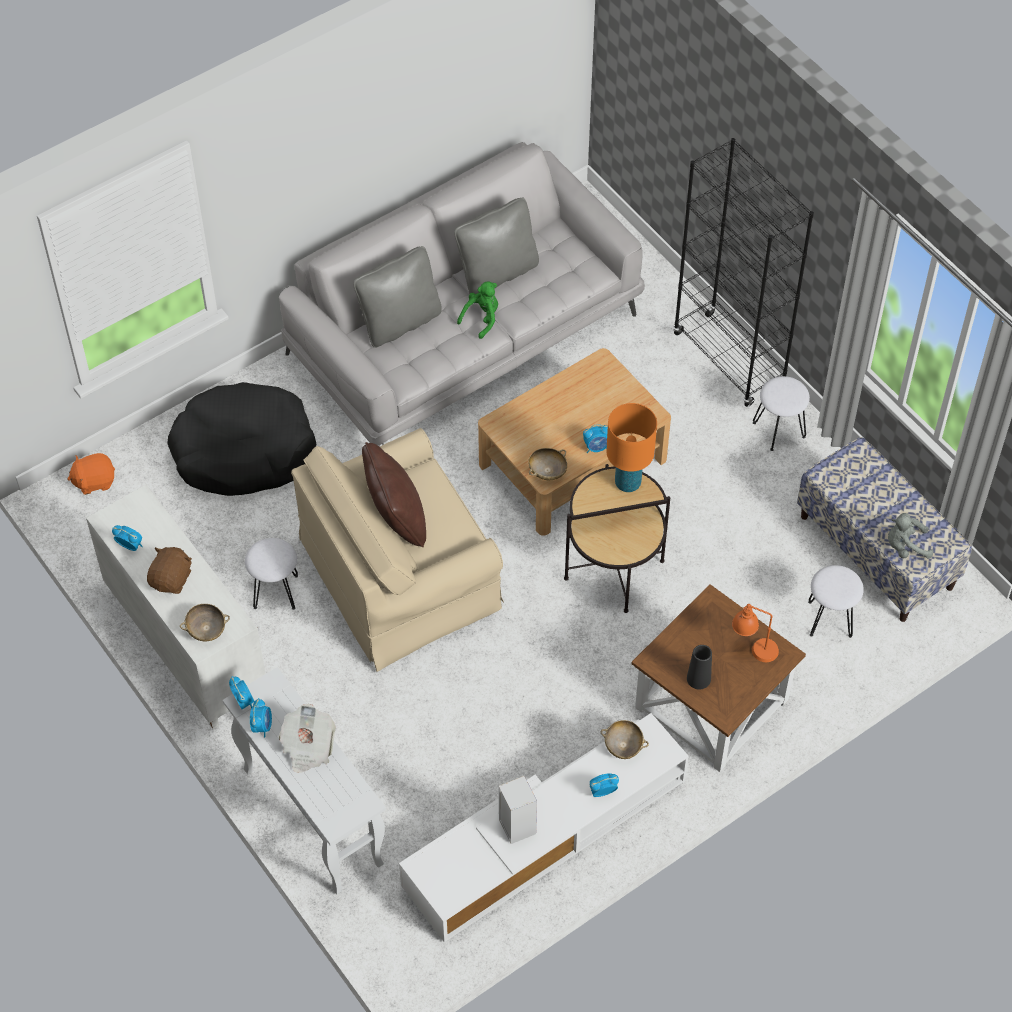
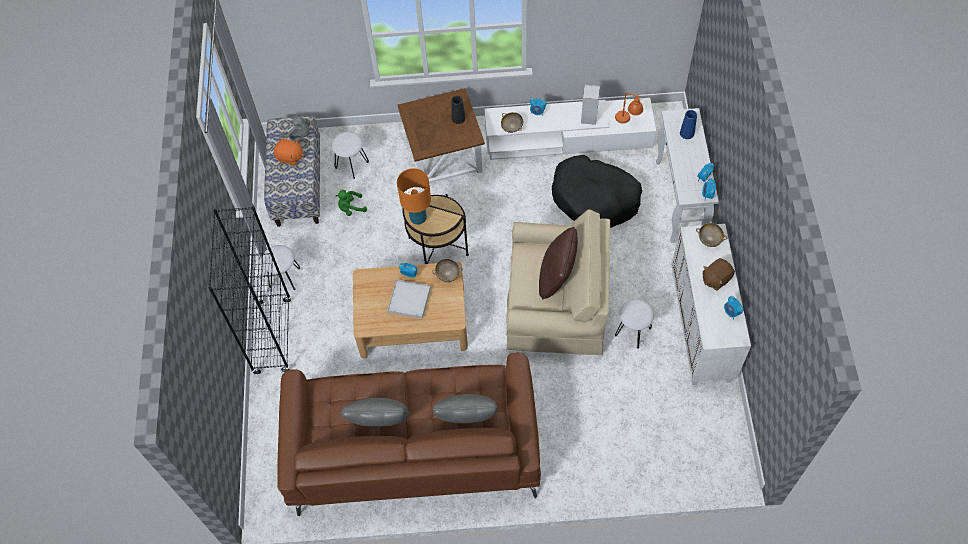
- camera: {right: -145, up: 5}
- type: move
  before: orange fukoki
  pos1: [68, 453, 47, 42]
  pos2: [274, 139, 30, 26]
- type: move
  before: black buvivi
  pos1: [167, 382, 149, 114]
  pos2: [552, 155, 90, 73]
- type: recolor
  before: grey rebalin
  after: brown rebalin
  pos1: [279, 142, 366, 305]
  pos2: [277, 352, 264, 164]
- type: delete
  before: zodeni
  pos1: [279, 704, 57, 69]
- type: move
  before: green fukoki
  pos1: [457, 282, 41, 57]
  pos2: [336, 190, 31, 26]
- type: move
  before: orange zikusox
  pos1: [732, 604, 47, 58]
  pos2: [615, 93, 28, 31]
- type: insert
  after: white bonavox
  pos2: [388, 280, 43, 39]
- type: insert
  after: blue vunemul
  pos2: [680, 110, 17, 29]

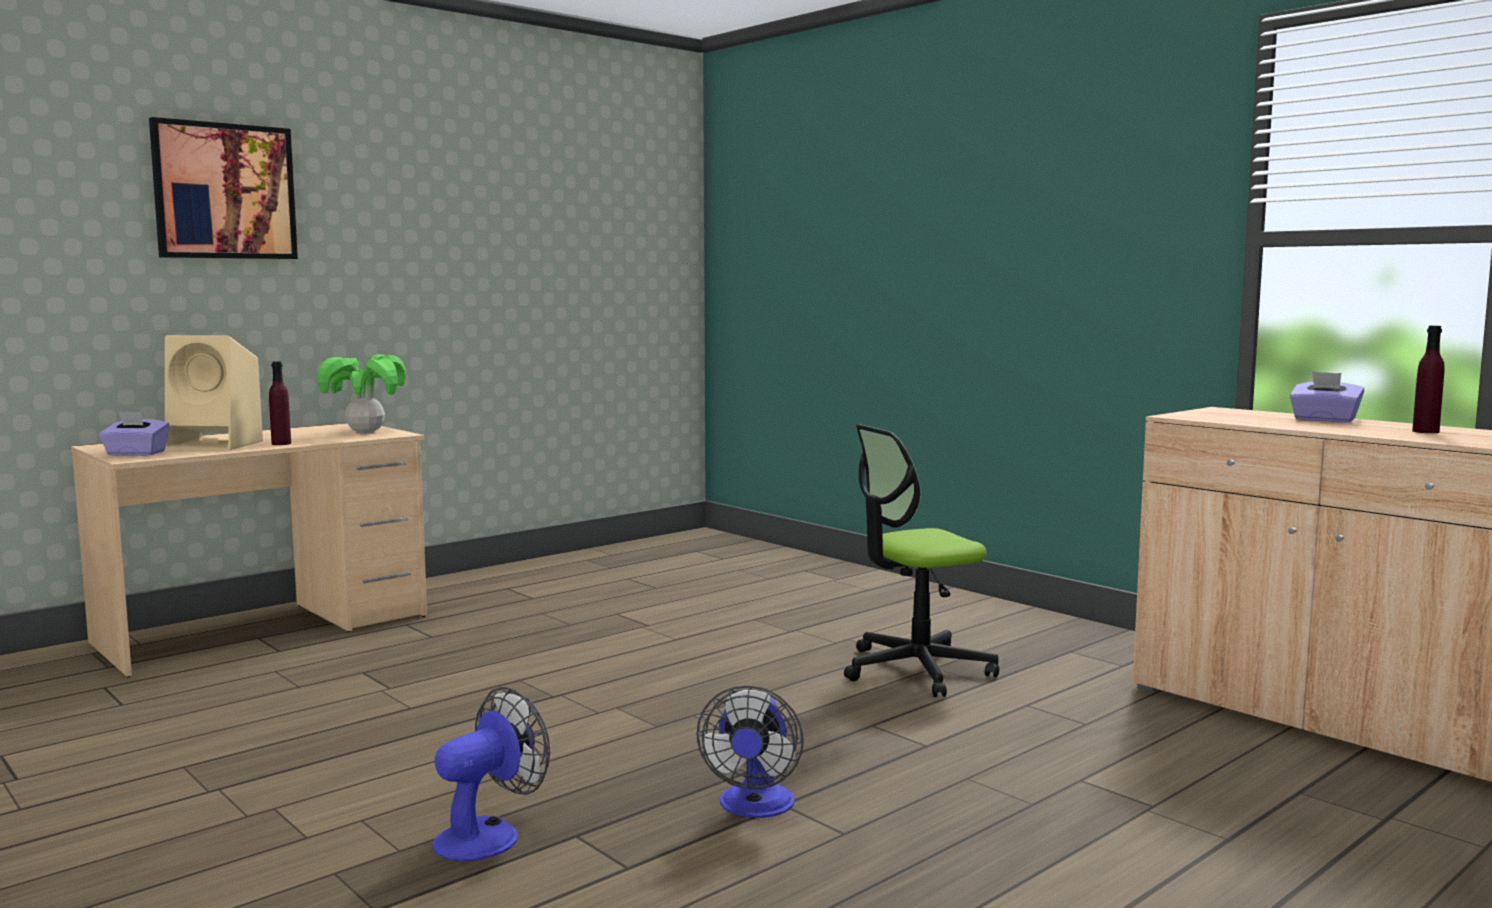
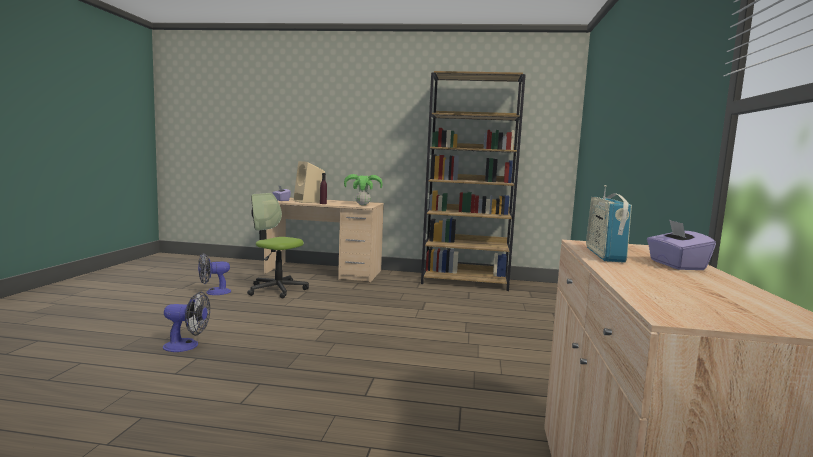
- camera: {right: 50, up: 0}
- type: delete
  before: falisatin
  pos1: [149, 117, 149, 142]
- type: move
  before: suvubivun
  pos1: [697, 686, 107, 132]
  pos2: [198, 253, 33, 42]
- type: move
  before: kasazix
  pos1: [844, 424, 155, 273]
  pos2: [247, 193, 62, 105]
- type: delete
  before: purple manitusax
  pos1: [1412, 326, 33, 107]
- type: insert
  after: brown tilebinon
  pos2: [421, 71, 105, 220]
- type: insert
  after: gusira
  pos2: [586, 185, 46, 78]

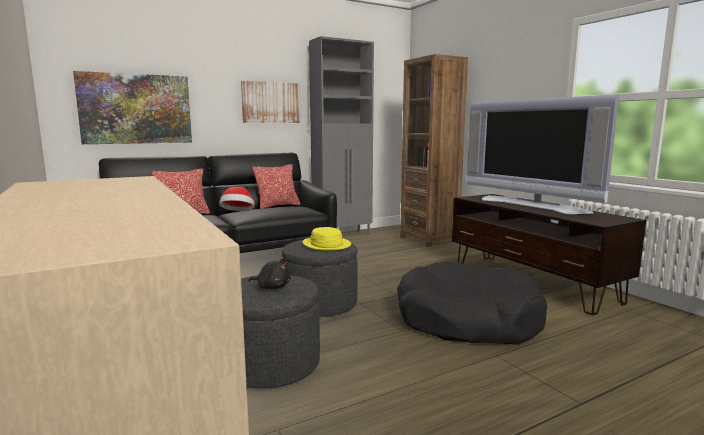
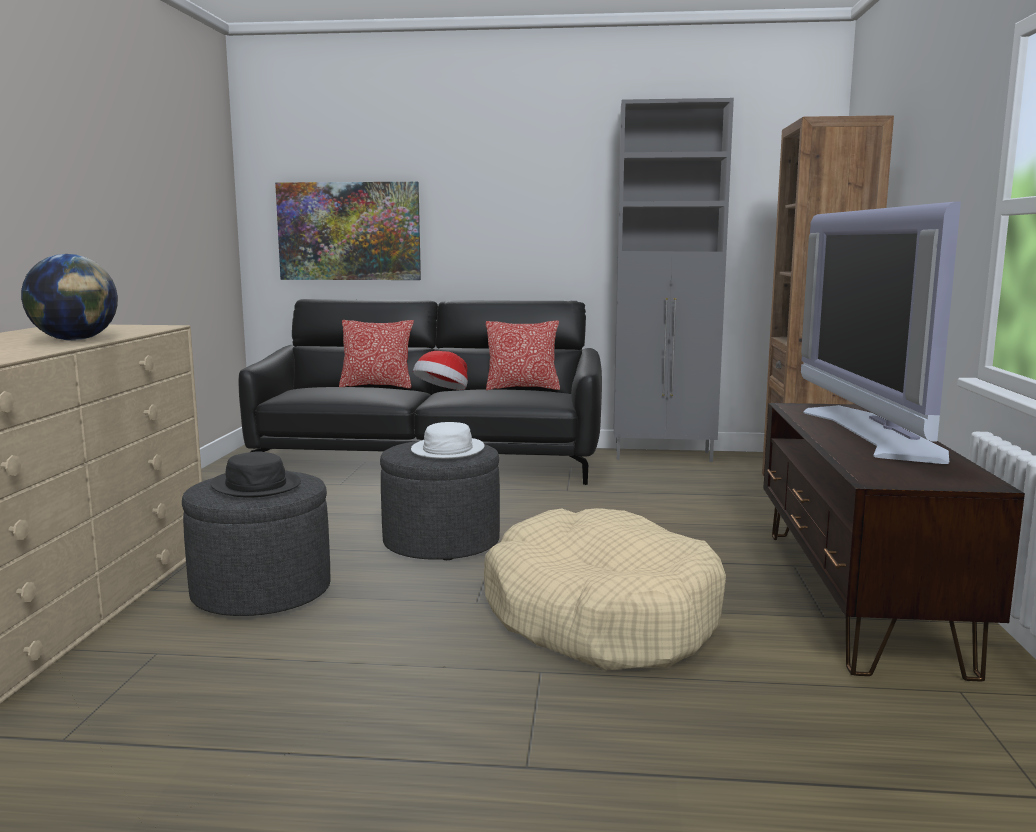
- camera: {right: 35, up: 0}
- type: delete
  before: falisatin
  pos1: [241, 81, 59, 42]
- type: replace
  before: black fukoki
  after: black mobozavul
  pos1: [249, 258, 41, 31]
  pos2: [210, 451, 91, 47]
- type: recolor
  before: yellow mobozavul
  after: white mobozavul
  pos1: [303, 227, 48, 24]
  pos2: [411, 422, 74, 37]
- type: recolor
  before: black buvivi
  after: beige buvivi
  pos1: [397, 261, 150, 84]
  pos2: [484, 508, 242, 163]
- type: insert
  after: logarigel
  pos2: [21, 254, 97, 87]

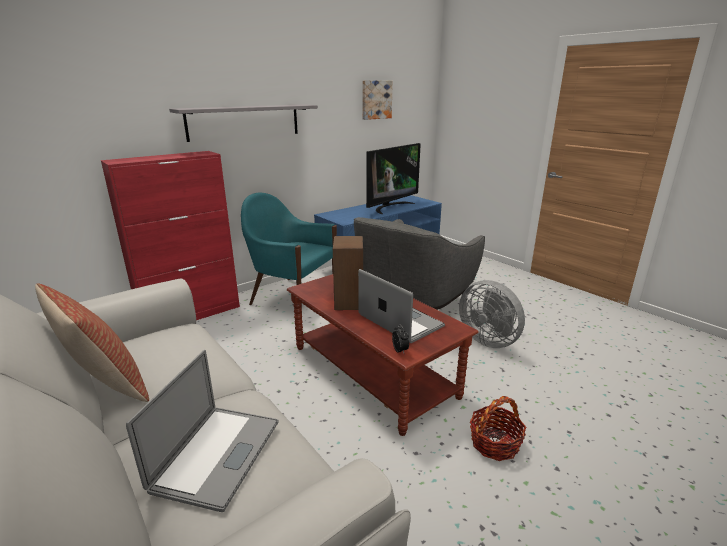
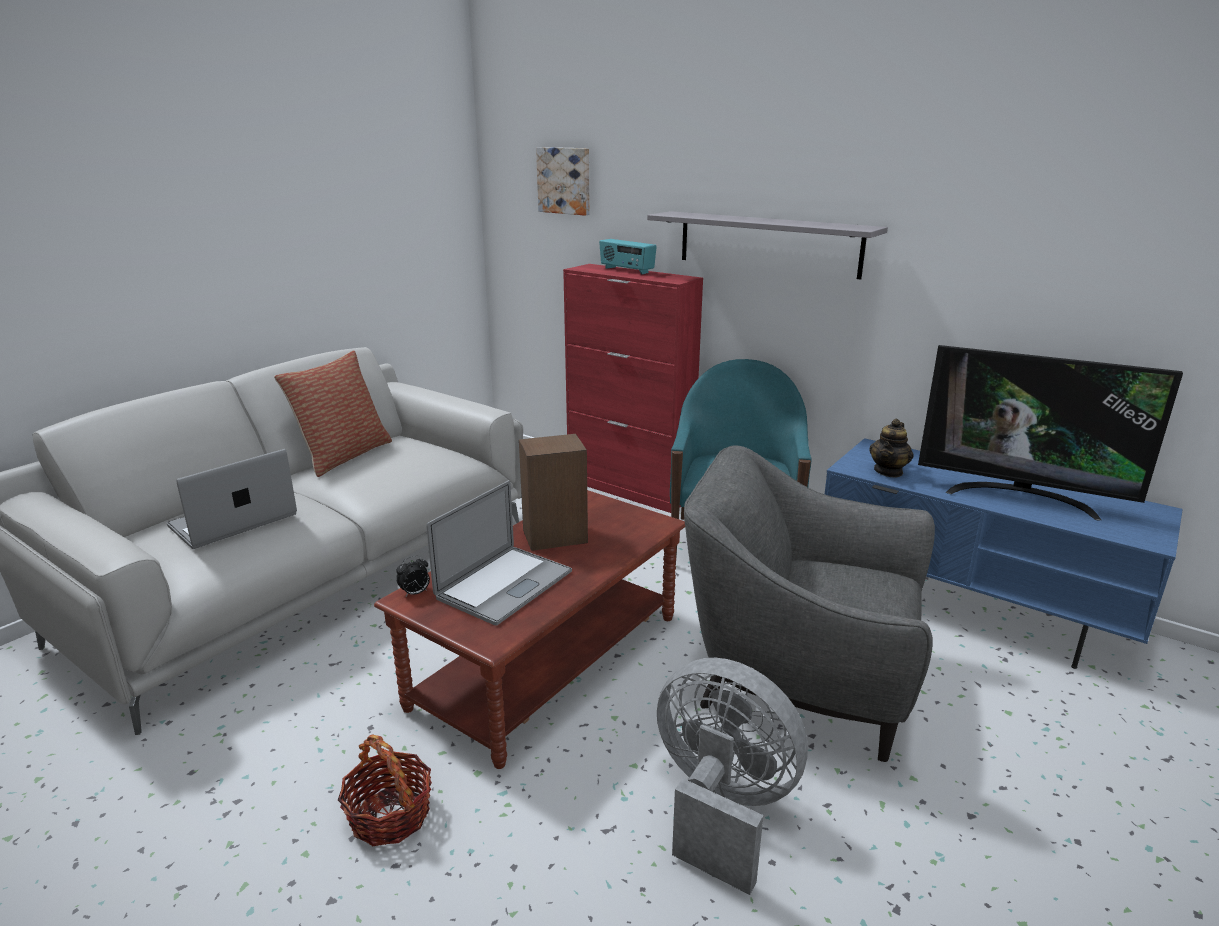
- camera: {right: 75, up: 0}
- type: rotate
  before: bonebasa
  pos1: [126, 350, 153, 162]
  pos2: [166, 449, 131, 100]
  turn: 135
- type: move
  before: falisatin
  pos1: [363, 80, 30, 40]
  pos2: [536, 147, 54, 69]
- type: rotate
  before: grey suvubivun
  pos1: [459, 280, 66, 68]
  pos2: [657, 658, 151, 237]
  turn: 90
- type: insert
  after: gusira
  pos2: [599, 239, 58, 35]
- type: insert
  after: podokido
  pos2: [869, 419, 45, 59]

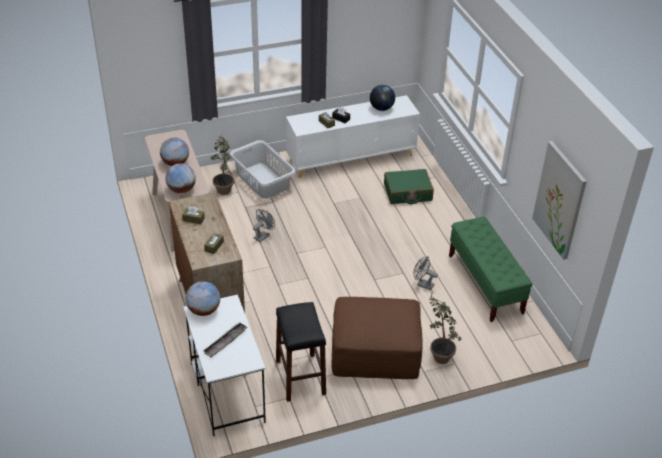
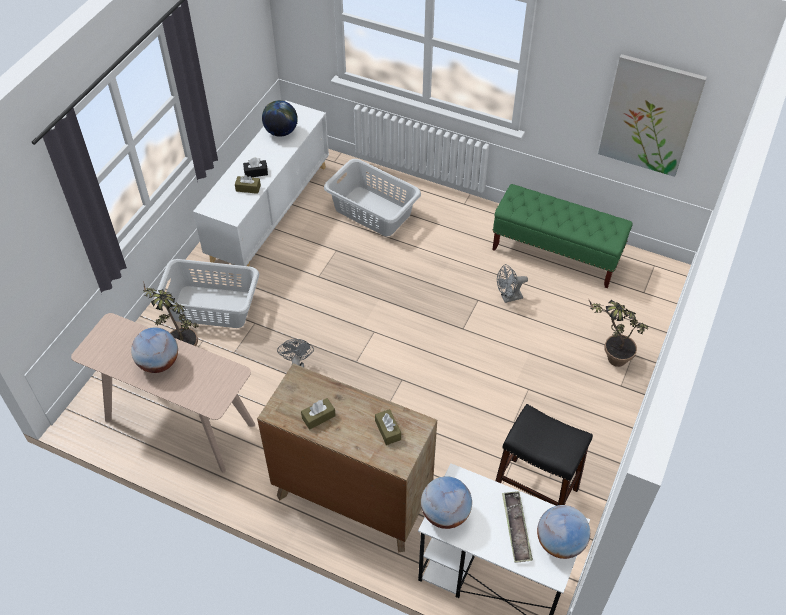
- camera: {right: -45, up: 10}
- type: move
  before: logarigel
  pos1: [165, 163, 31, 30]
  pos2: [537, 505, 53, 54]
- type: delete
  before: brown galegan
  pos1: [331, 297, 92, 82]
- type: replace
  before: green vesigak
  after: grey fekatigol
  pos1: [384, 169, 50, 35]
  pos2: [324, 159, 97, 77]

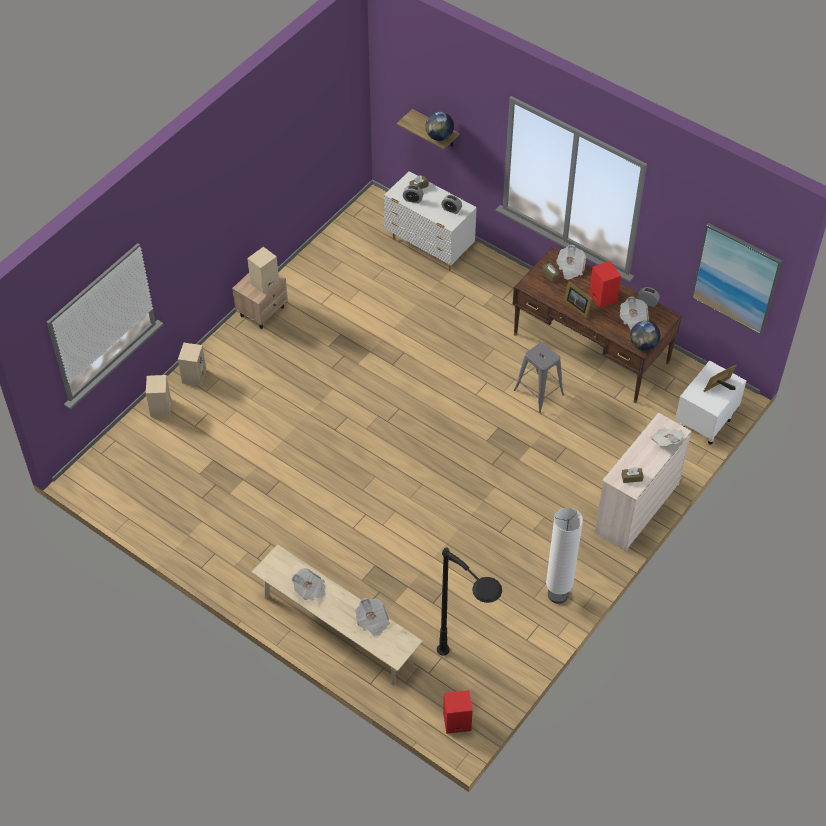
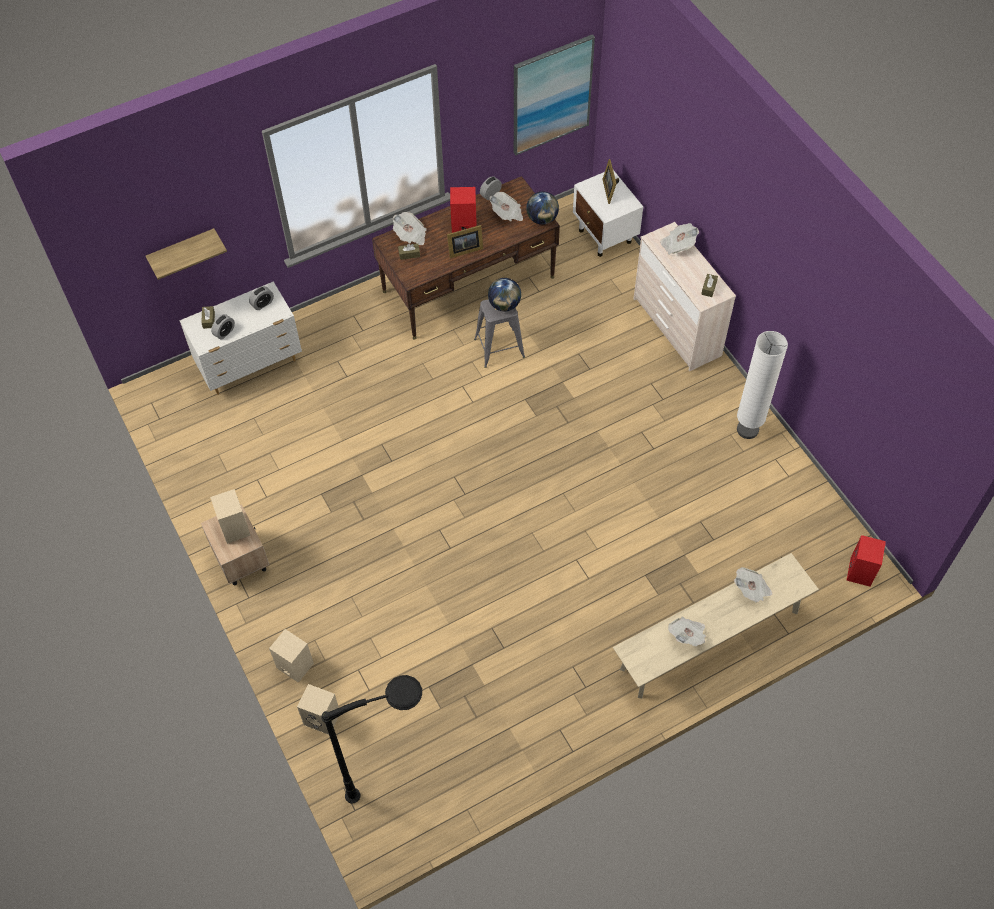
- camera: {right: -65, up: 5}
- type: move
  before: logarigel
  pos1: [425, 112, 29, 29]
  pos2: [488, 278, 33, 33]
- type: move
  before: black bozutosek
  pos1: [437, 547, 65, 109]
  pos2: [321, 675, 101, 129]

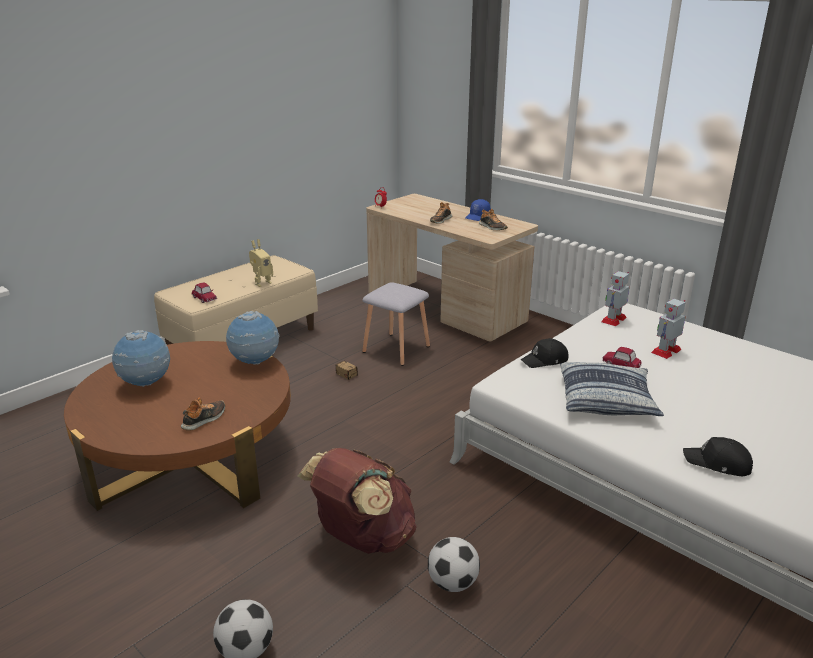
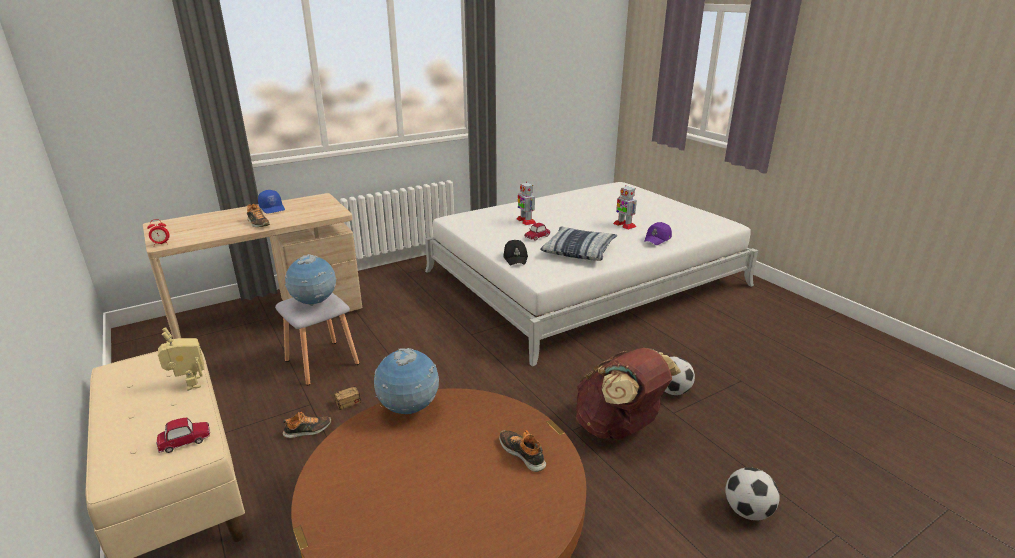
- camera: {right: -75, up: 0}
- type: move
  before: logarigel
  pos1: [112, 330, 58, 57]
  pos2: [285, 254, 51, 52]
- type: move
  before: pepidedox
  pos1: [479, 209, 29, 21]
  pos2: [283, 412, 48, 26]
- type: move
  before: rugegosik
  pos1: [601, 271, 28, 55]
  pos2: [613, 185, 24, 45]
- type: recolor
  before: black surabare
  after: purple surabare
  pos1: [683, 437, 70, 39]
  pos2: [644, 222, 28, 23]

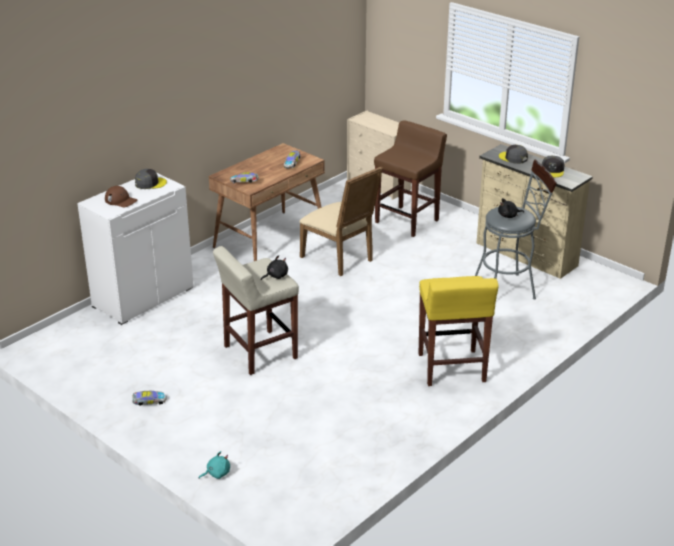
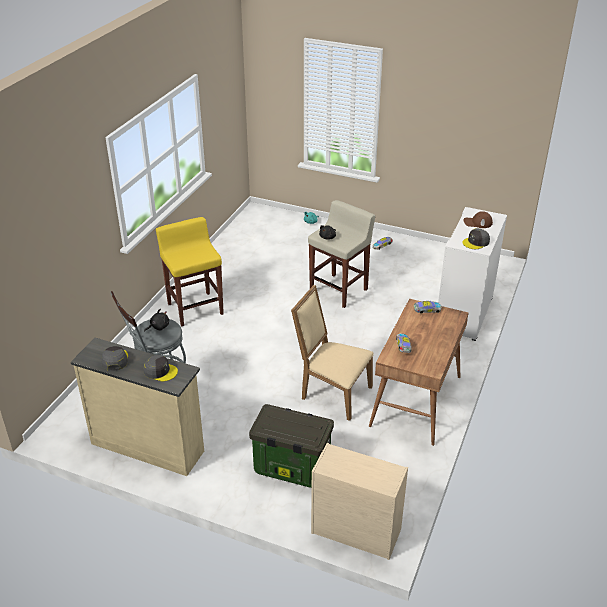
- camera: {right: 160, up: 5}
- type: replace
  before: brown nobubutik
  after: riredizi
  pos1: [374, 120, 73, 117]
  pos2: [249, 404, 85, 84]

